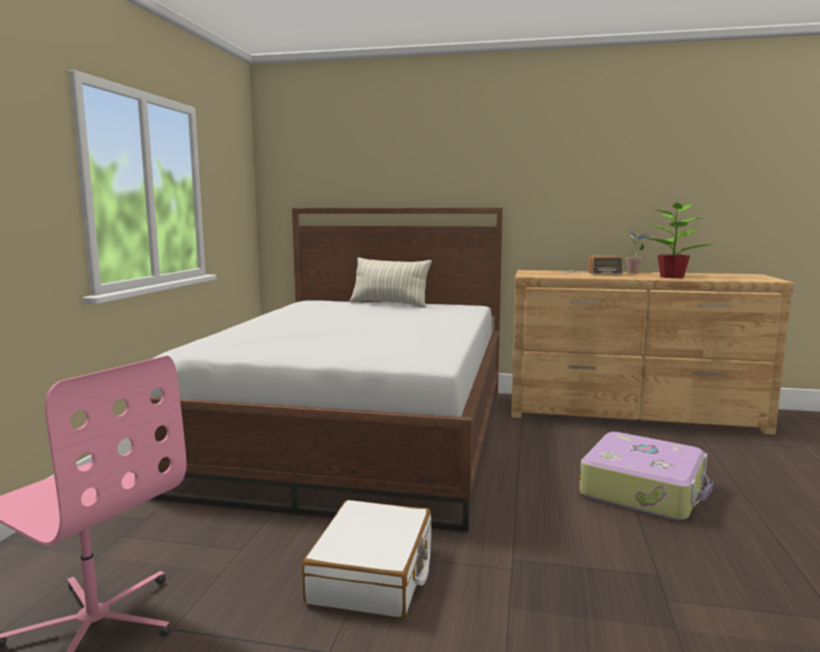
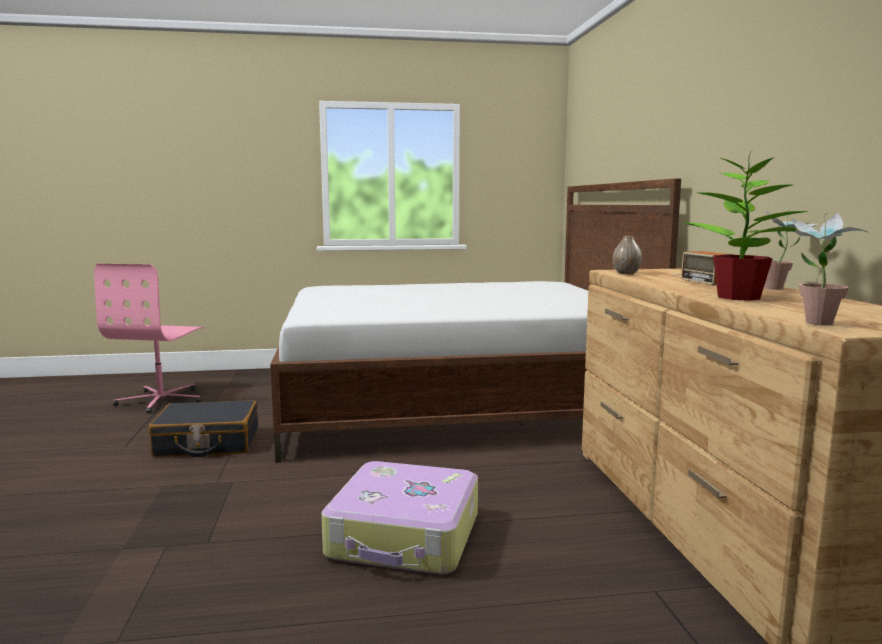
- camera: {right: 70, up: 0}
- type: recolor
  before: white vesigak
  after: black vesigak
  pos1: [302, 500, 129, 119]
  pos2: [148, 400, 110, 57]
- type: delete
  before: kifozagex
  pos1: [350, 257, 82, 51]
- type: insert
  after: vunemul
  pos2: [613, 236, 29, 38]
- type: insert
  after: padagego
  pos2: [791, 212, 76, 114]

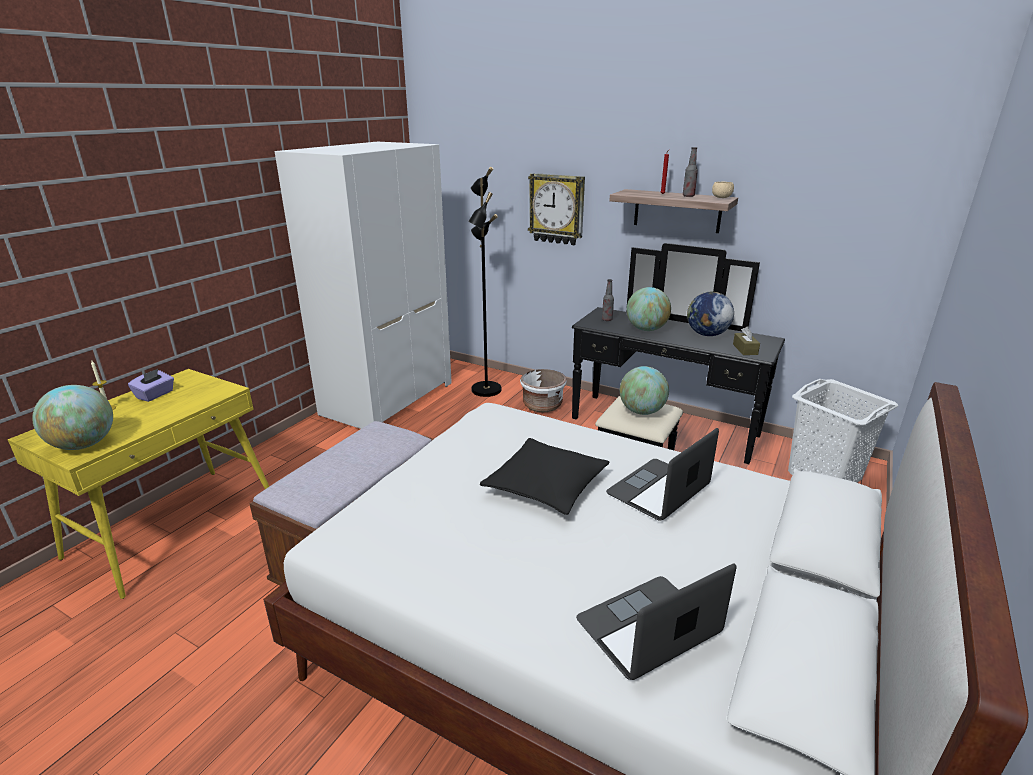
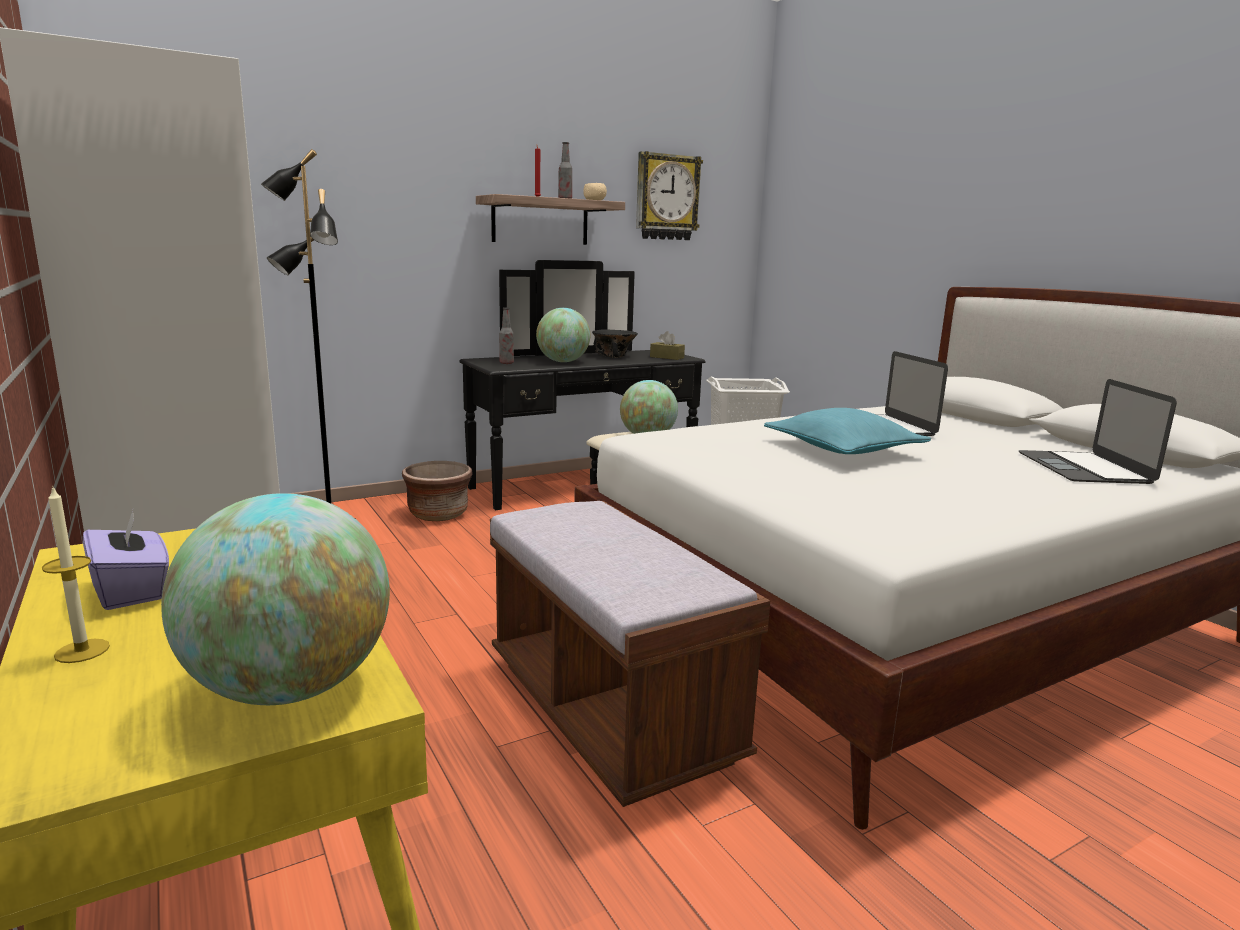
- camera: {right: -60, up: -10}
- type: recolor
  before: black kifozagex
  after: turquoise kifozagex
  pos1: [480, 438, 129, 77]
  pos2: [764, 408, 167, 46]
- type: recolor
  before: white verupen
  after: brown verupen
  pos1: [520, 369, 47, 43]
  pos2: [402, 461, 71, 60]
- type: move
  before: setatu
  pos1: [528, 173, 57, 72]
  pos2: [636, 151, 67, 89]
- type: replace
  before: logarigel
  after: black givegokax
  pos1: [687, 292, 47, 44]
  pos2: [592, 330, 46, 28]

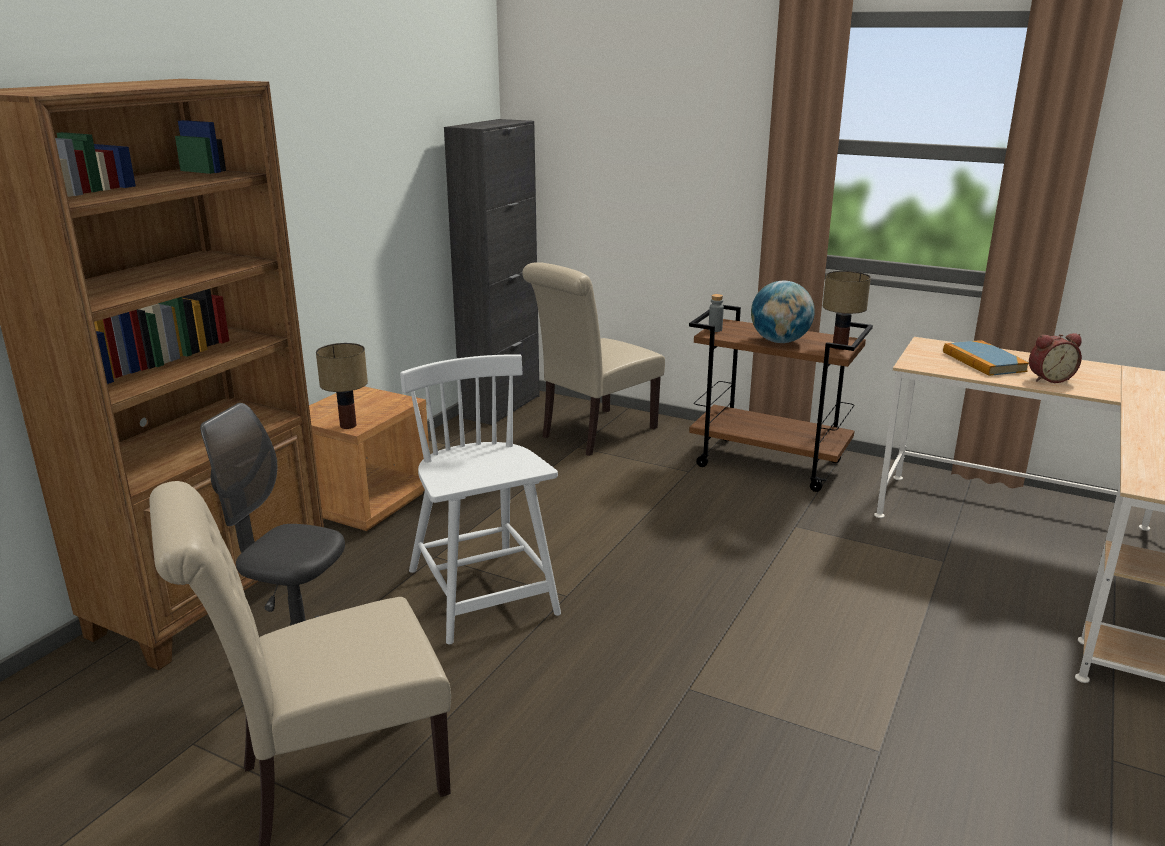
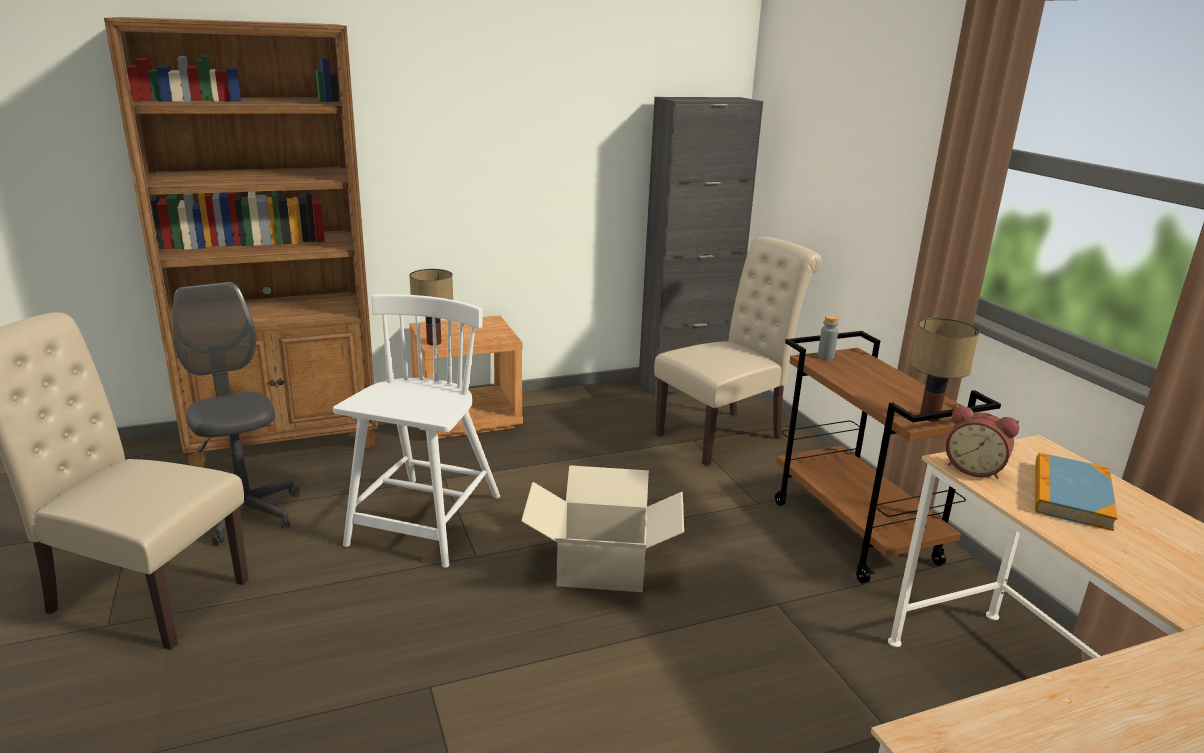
- camera: {right: 40, up: 0}
- type: rotate
  before: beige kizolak
  pos1: [522, 262, 143, 194]
  pos2: [654, 237, 168, 229]
  turn: 150
- type: delete
  before: logarigel
  pos1: [751, 280, 64, 63]
- type: move
  before: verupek
  pos1: [1029, 333, 53, 50]
  pos2: [946, 405, 73, 74]
- type: insert
  after: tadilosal
  pos2: [521, 465, 163, 127]

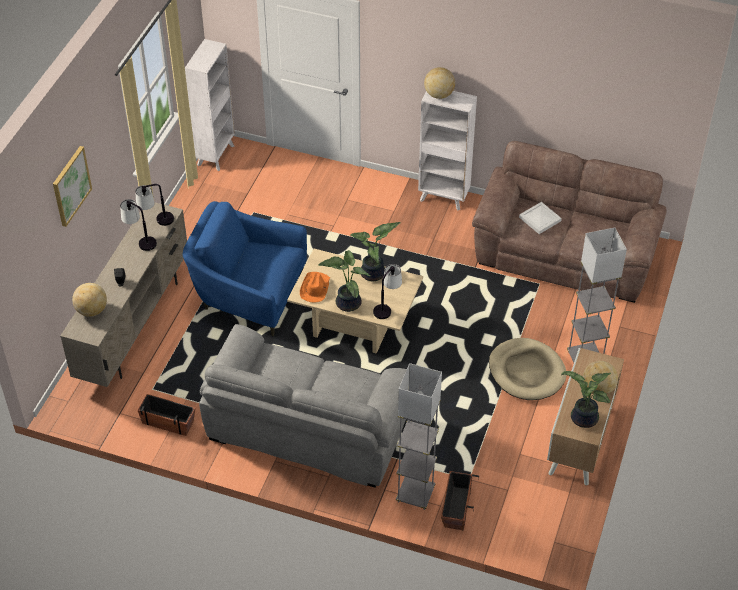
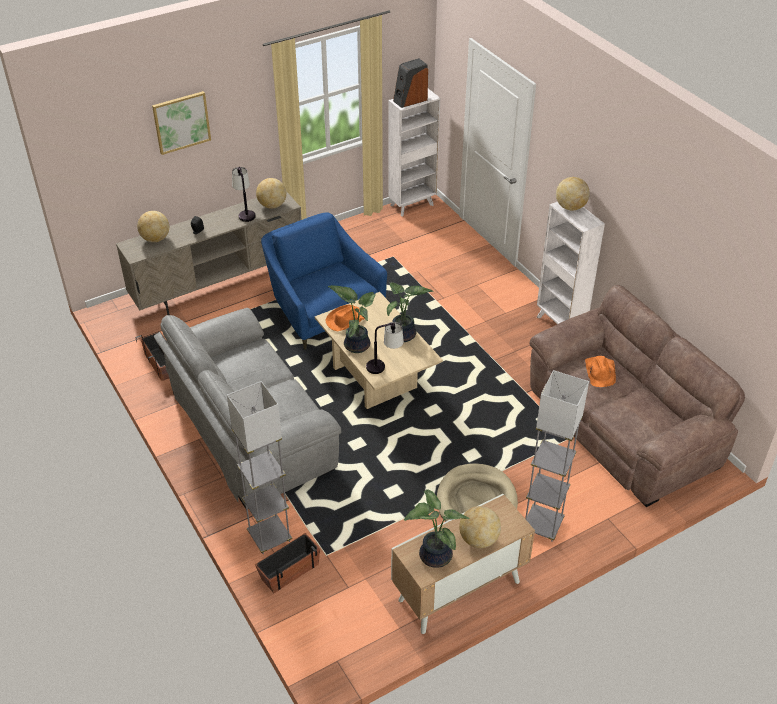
- camera: {right: 40, up: -5}
- type: replace
  before: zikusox
  after: logarigel
  pos1: [135, 184, 39, 42]
  pos2: [256, 178, 30, 31]
- type: replace
  before: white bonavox
  after: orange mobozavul
  pos1: [519, 202, 43, 32]
  pos2: [585, 356, 31, 31]
- type: insert
  after: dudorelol
  pos2: [393, 58, 35, 50]

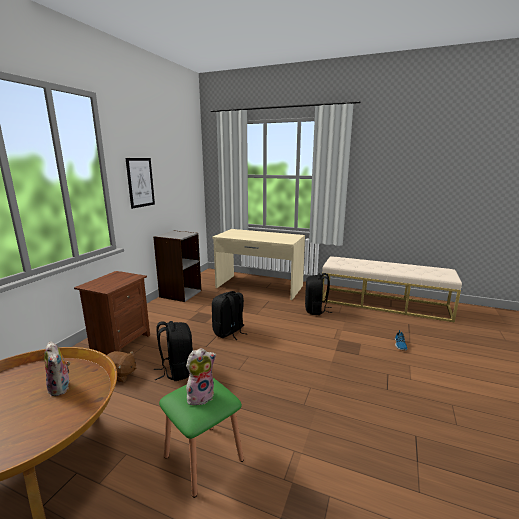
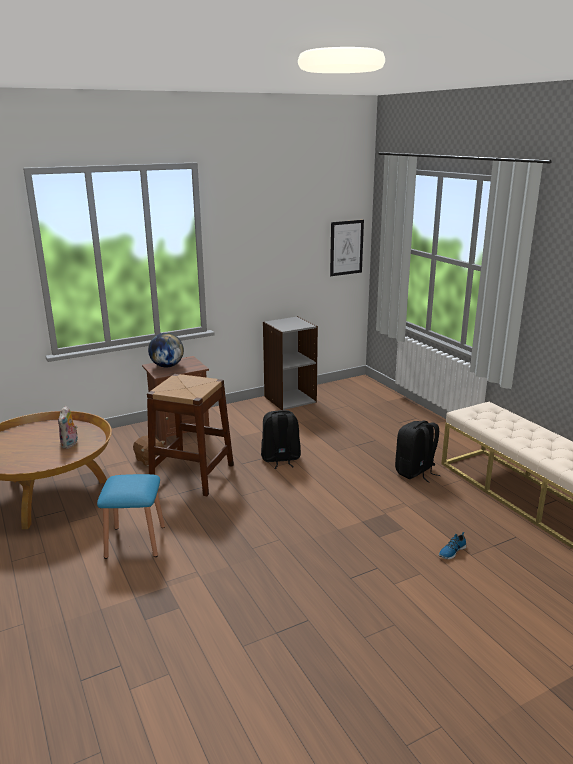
- camera: {right: 40, up: 5}
- type: move
  before: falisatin
  pos1: [126, 158, 29, 51]
  pos2: [330, 220, 34, 56]
- type: replace
  before: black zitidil
  after: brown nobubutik
  pos1: [154, 321, 39, 60]
  pos2: [147, 374, 87, 122]
- type: recolor
  before: green nobubutik
  after: blue nobubutik
  pos1: [159, 378, 85, 120]
  pos2: [97, 474, 68, 85]
- type: delete
  before: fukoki
  pos1: [186, 348, 30, 57]
- type: delete
  before: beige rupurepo
  pos1: [212, 229, 93, 71]
- type: insert
  after: logarigel
  pos2: [148, 333, 36, 35]

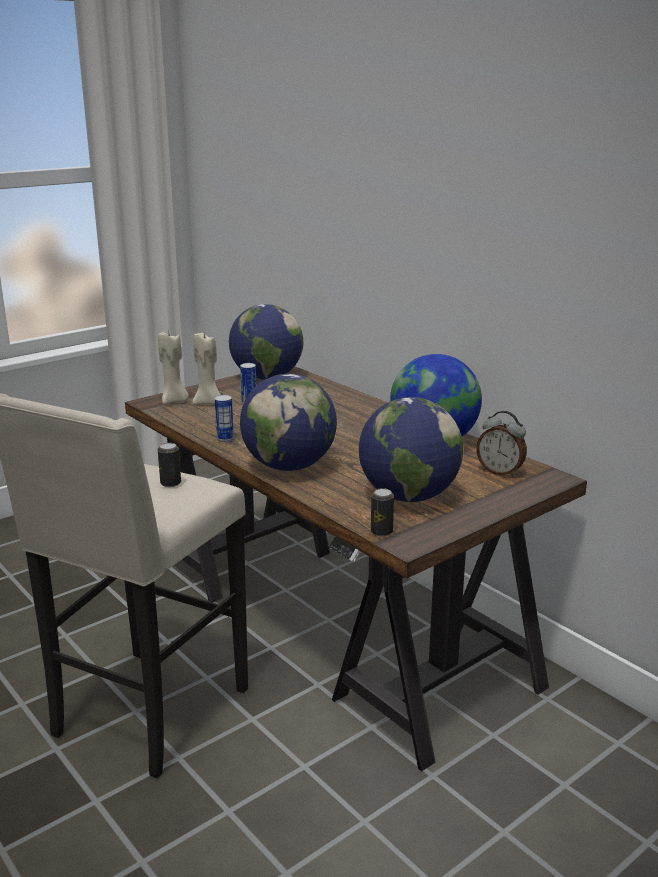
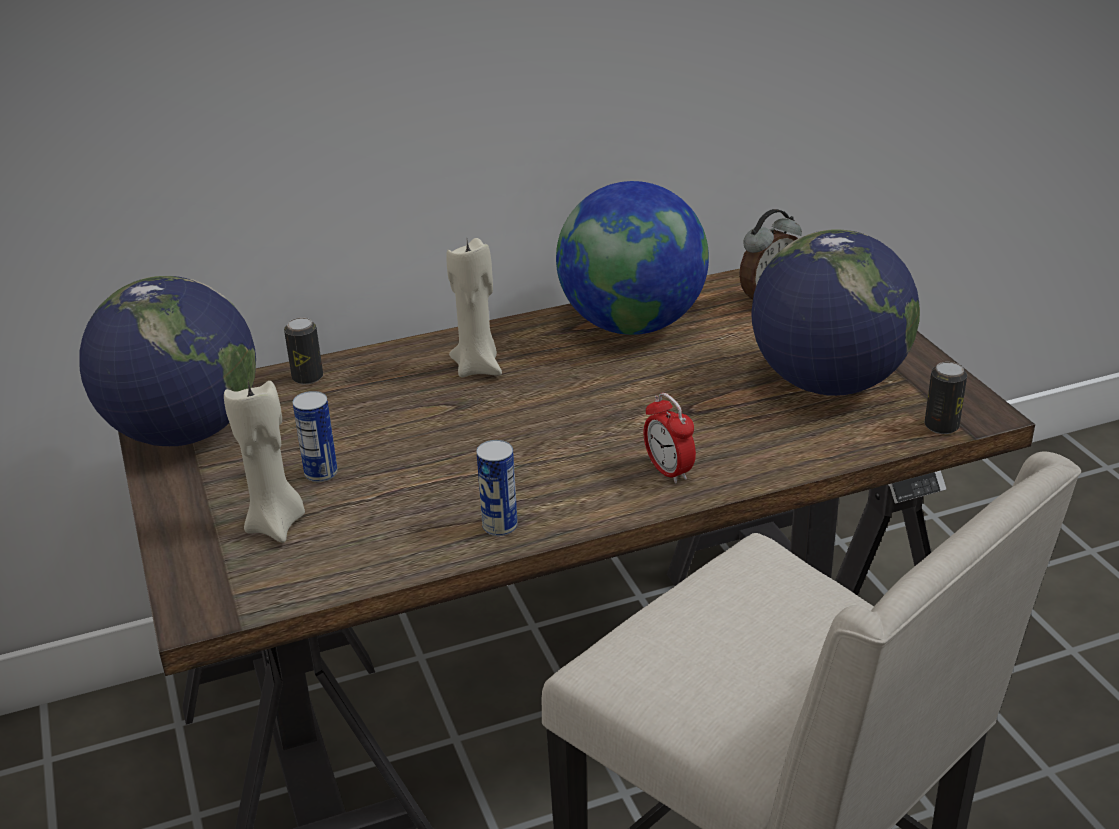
- camera: {right: -70, up: 10}
- type: move
  before: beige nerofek
  pos1: [158, 332, 31, 72]
  pos2: [446, 238, 56, 140]
- type: move
  before: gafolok
  pos1: [158, 443, 23, 44]
  pos2: [284, 317, 39, 68]
- type: replace
  before: logarigel
  after: verupek
  pos1: [240, 374, 97, 97]
  pos2: [643, 393, 53, 91]

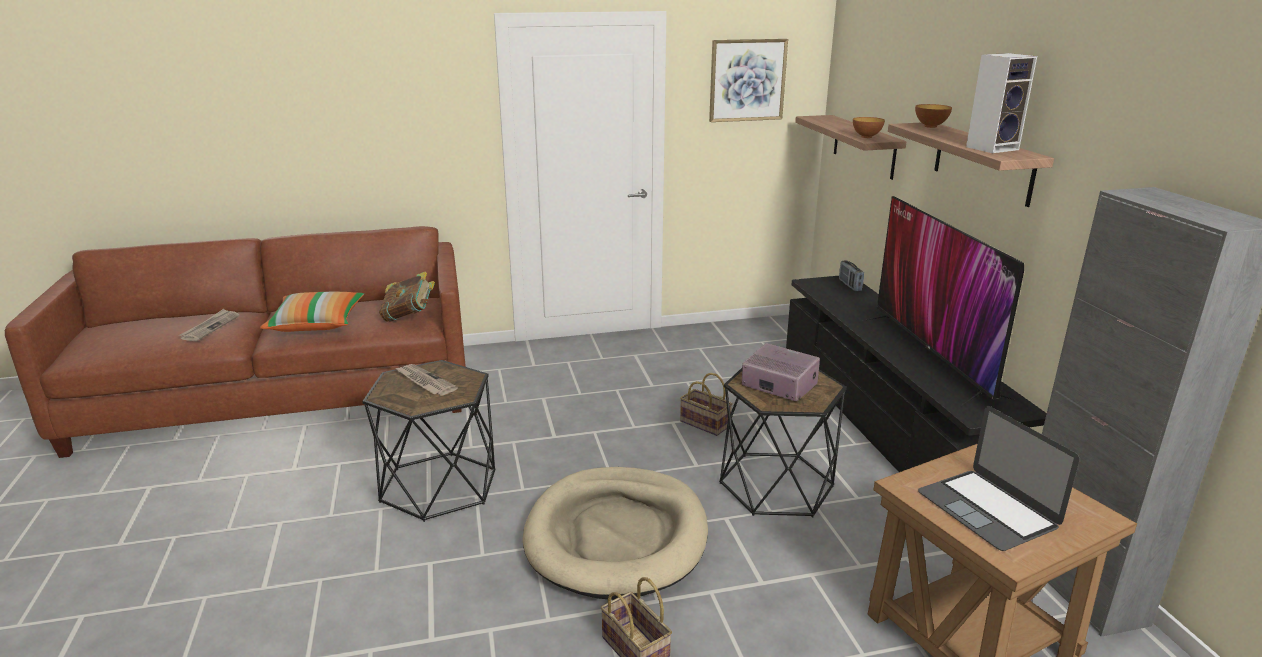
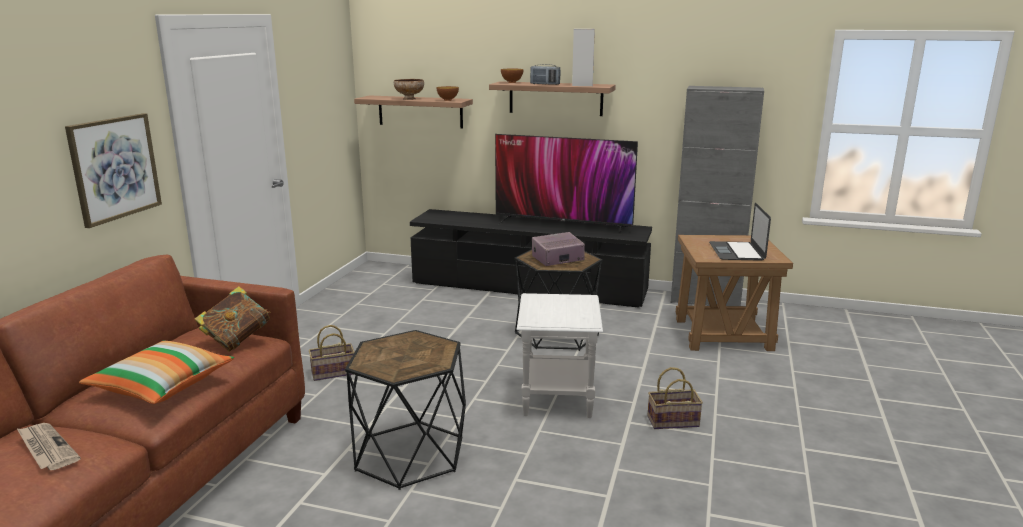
- camera: {right: -60, up: -5}
- type: delete
  before: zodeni
  pos1: [396, 364, 62, 32]
- type: replace
  before: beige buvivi
  after: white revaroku
  pos1: [523, 467, 185, 133]
  pos2: [517, 293, 86, 125]
- type: move
  before: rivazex
  pos1: [680, 373, 53, 63]
  pos2: [309, 325, 46, 56]
- type: move
  before: falisatin
  pos1: [709, 39, 79, 83]
  pos2: [65, 113, 97, 115]
- type: move
  before: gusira
  pos1: [839, 261, 25, 30]
  pos2: [530, 64, 30, 21]
- type: rotate
  before: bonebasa
  pos1: [918, 406, 162, 145]
  pos2: [709, 203, 62, 58]
  turn: 90
- type: insert
  after: givegokax
  pos2: [394, 79, 30, 21]

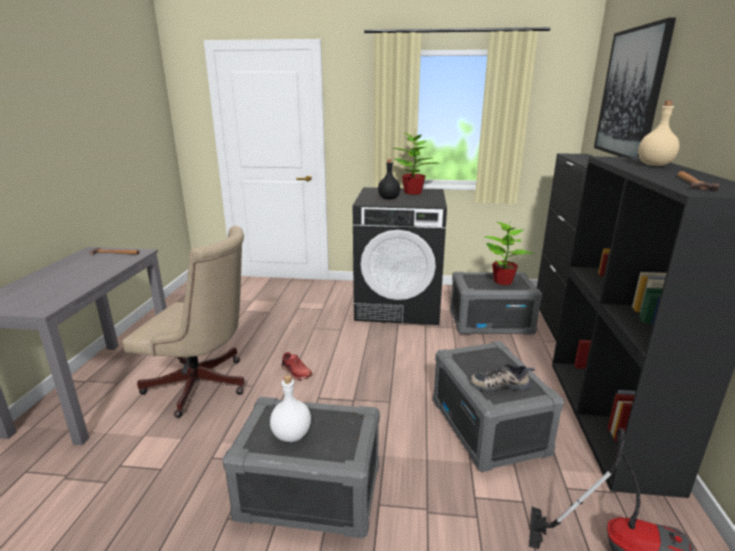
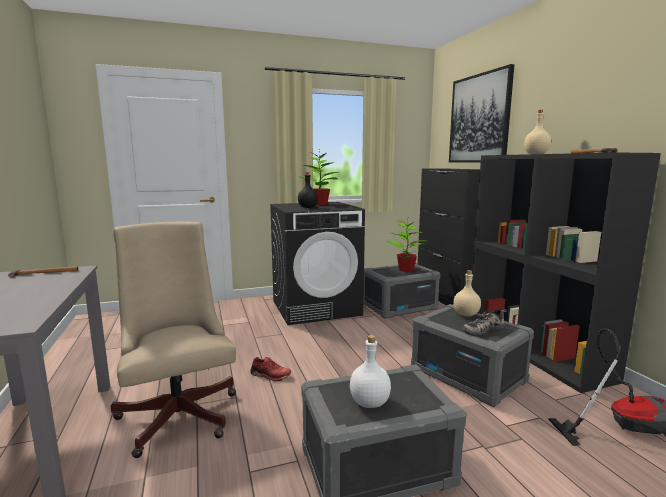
- camera: {right: -25, up: -10}
- type: rotate
  before: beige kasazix
  pos1: [122, 226, 122, 192]
  pos2: [111, 222, 125, 236]
  turn: -105
- type: insert
  after: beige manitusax
  pos2: [453, 270, 28, 46]

